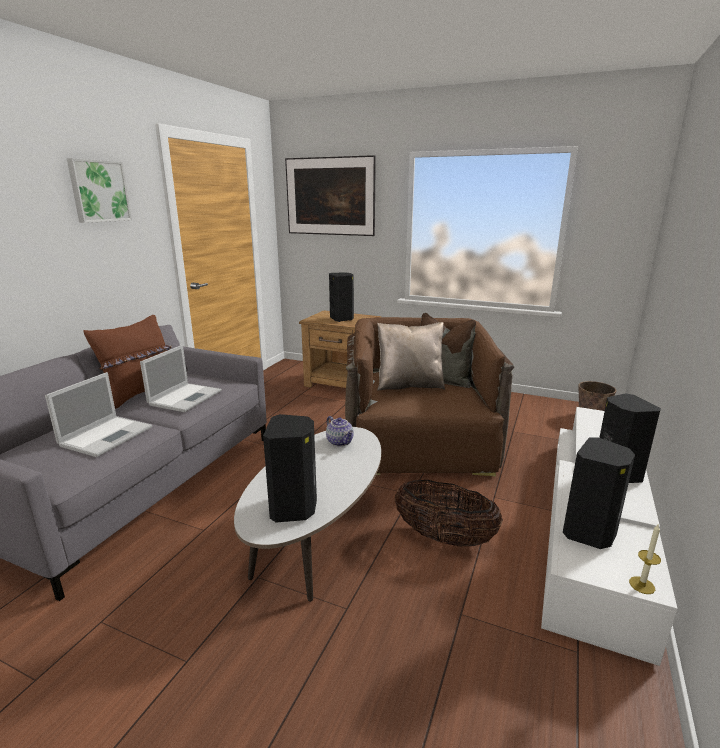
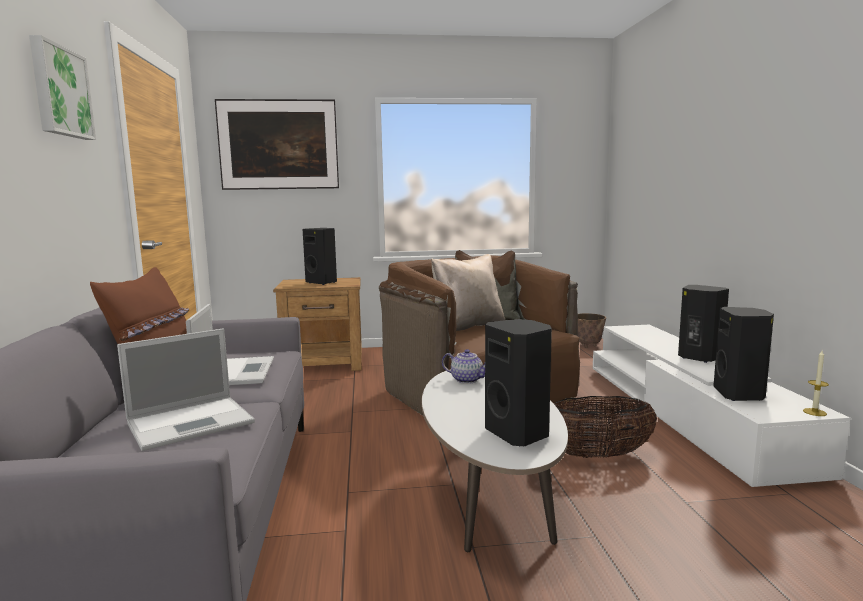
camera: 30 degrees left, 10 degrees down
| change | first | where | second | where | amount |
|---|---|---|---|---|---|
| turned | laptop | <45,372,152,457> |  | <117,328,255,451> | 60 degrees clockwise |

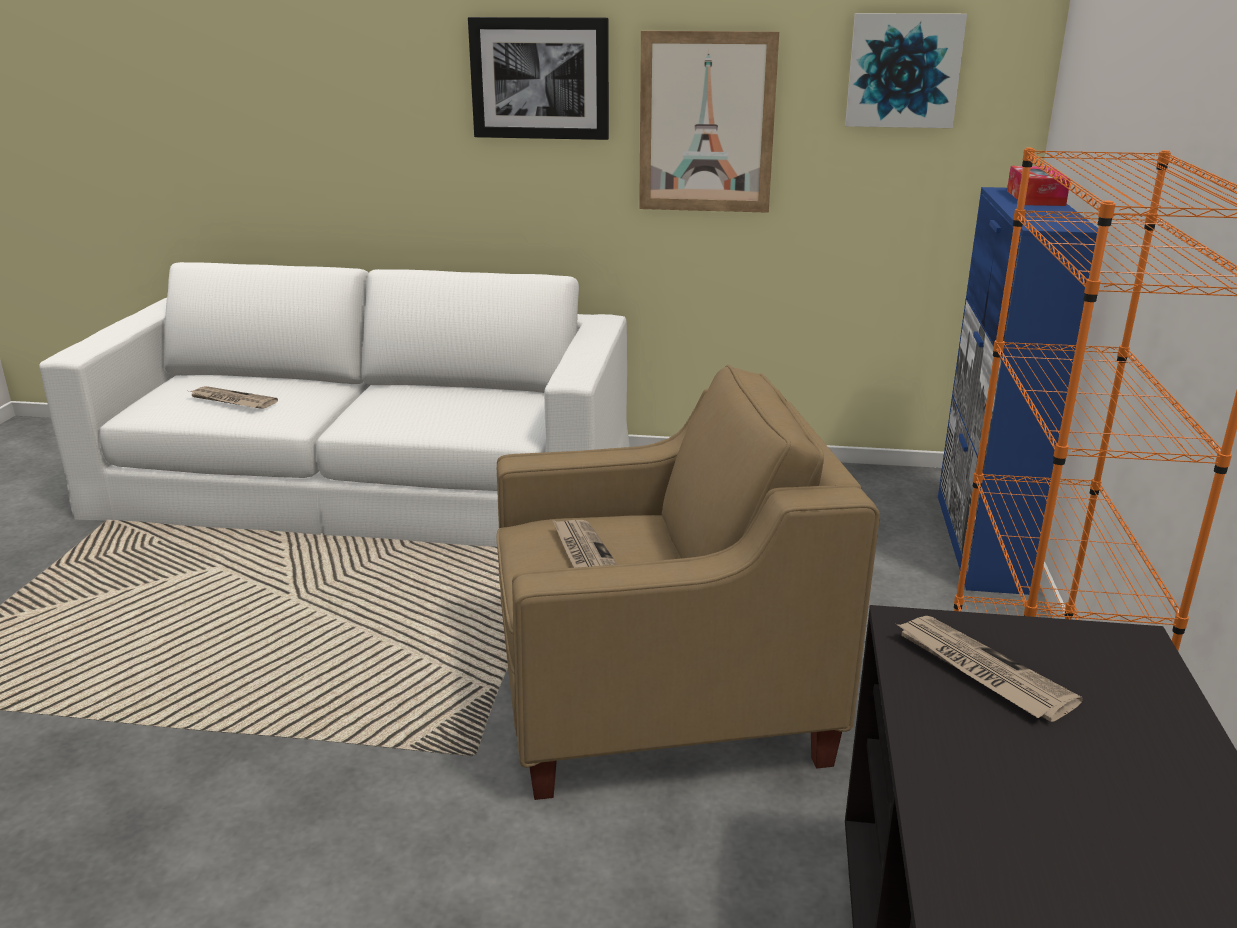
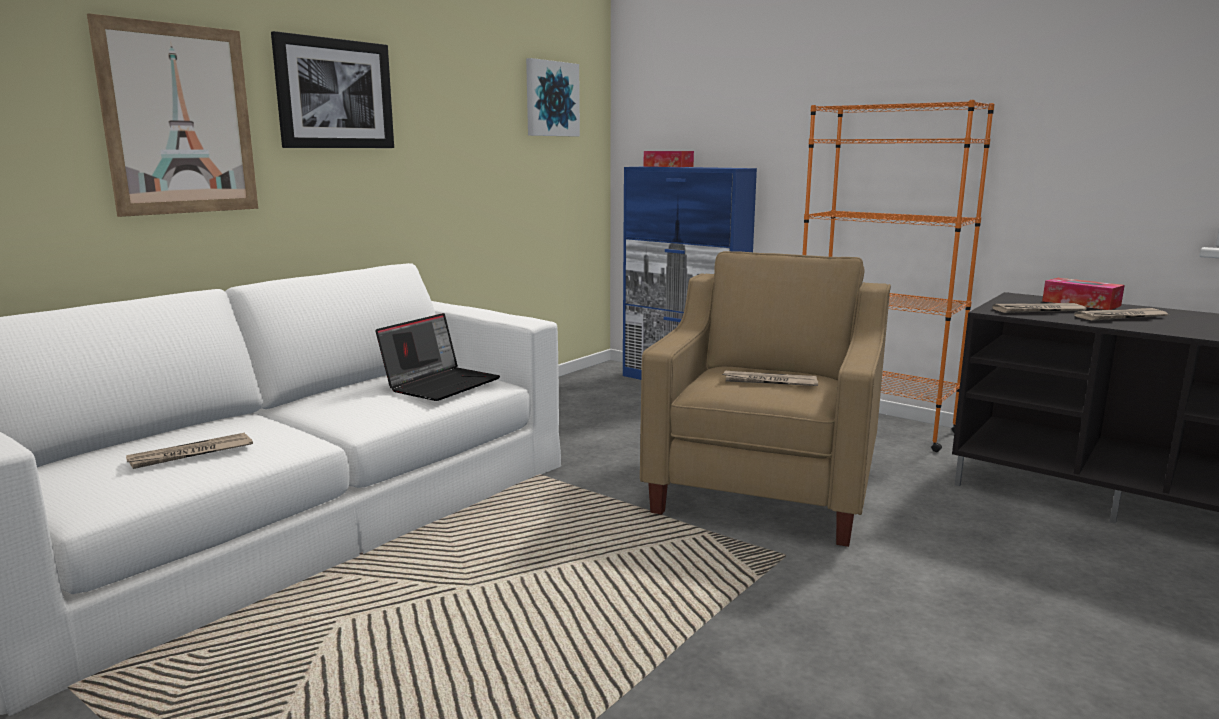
camera: 60 degrees left, 10 degrees down
| change | first | where | second | where | amount |
|---|---|---|---|---|---|
| moved | obraz | <639,31,779,213> |  | <87,13,258,217> |  |
| added |  |  | laptop | <375,313,500,401> |  |
| added |  |  | pudełko chusteczek | <1042,278,1125,310> |  |
| added |  |  | gazeta | <1074,308,1168,321> |  |

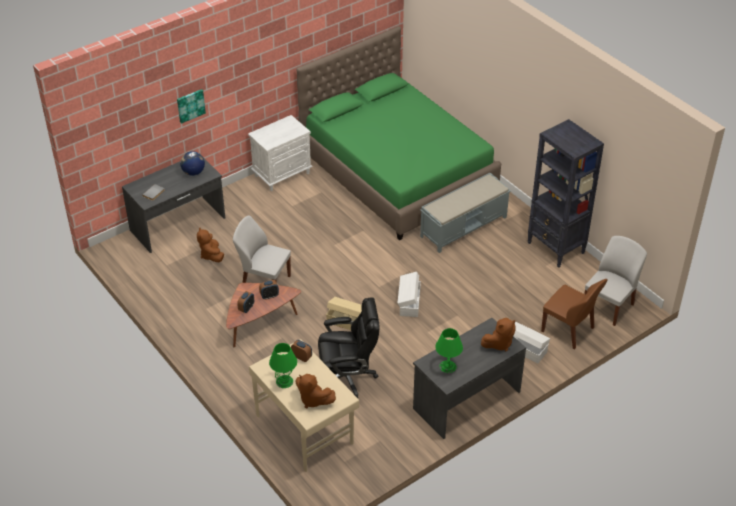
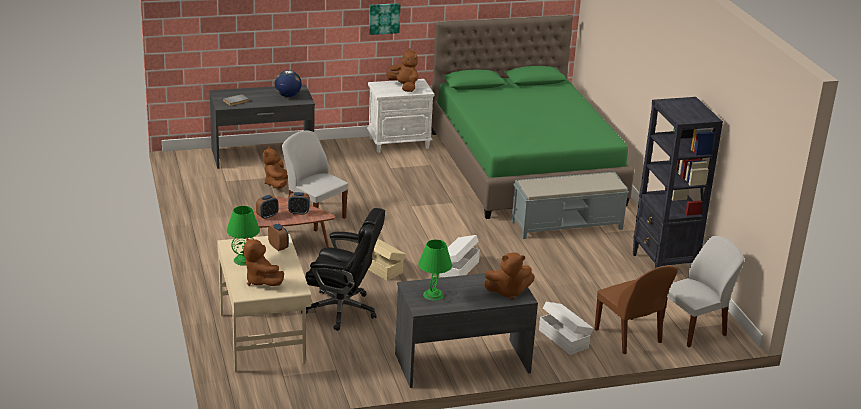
camera: 20 degrees right, 15 degrees down
| change | first | where | second | where | amount |
|---|---|---|---|---|---|
| moved | obraz | <177,89,206,124> |  | <369,3,400,35> |  |
| added |  |  | pluszak [brązowy] | <386,48,418,92> |  |

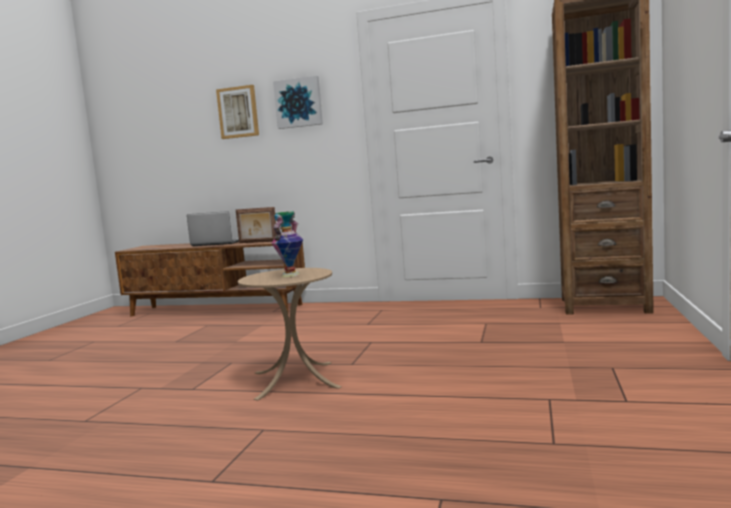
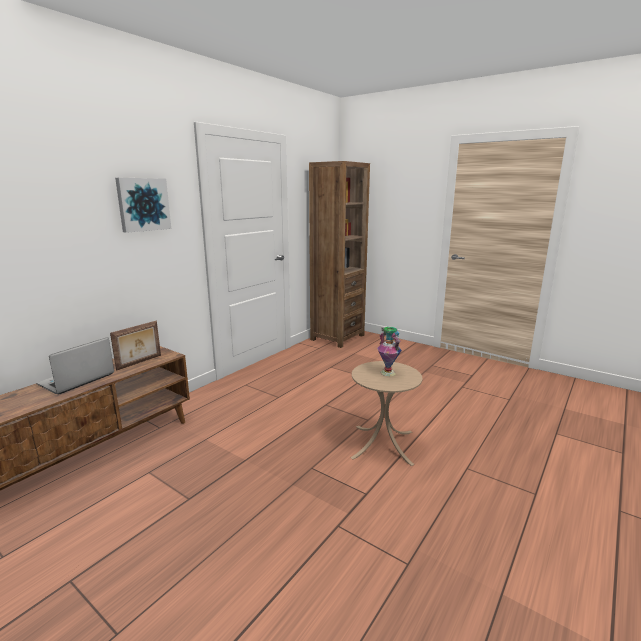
camera: 70 degrees left, 10 degrees up
| change | first | where | second | where | amount |
|---|---|---|---|---|---|
| removed | obraz | <216,85,259,139> |  |  |  |

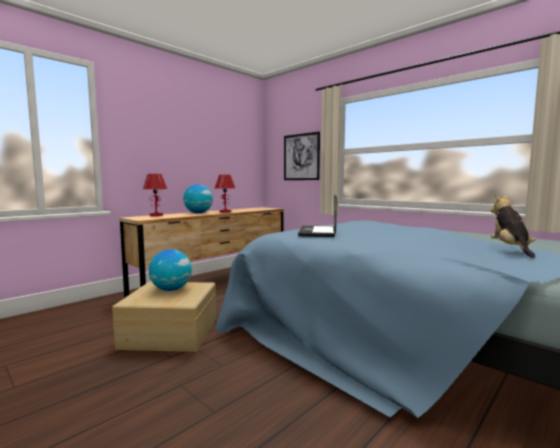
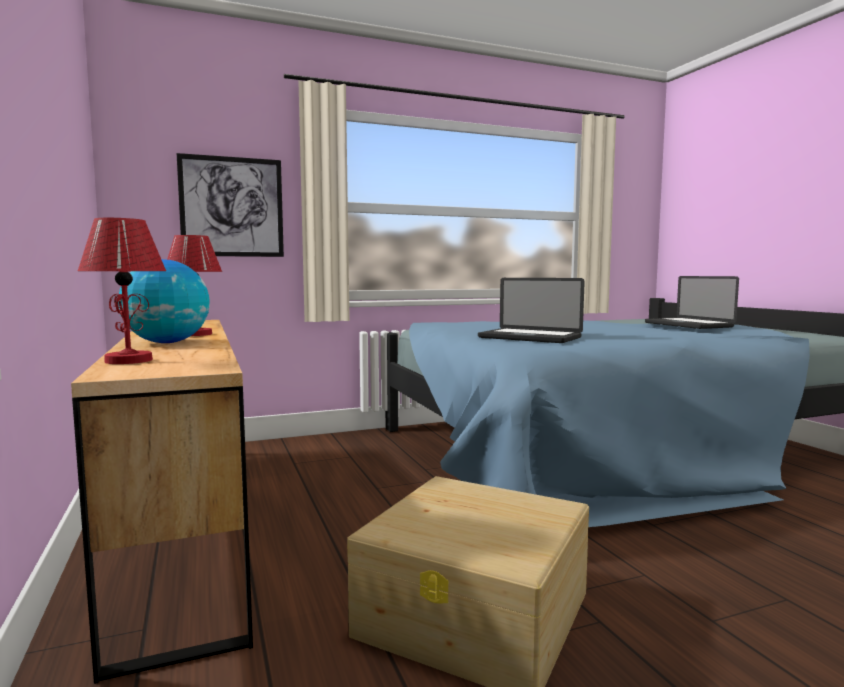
camera: 65 degrees left, 0 degrees up
| change | first | where | second | where | amount |
|---|---|---|---|---|---|
| replaced | pluszak | <490,194,536,258> | laptop | <645,276,739,329> |  |
| removed | globus | <149,249,192,291> |  |  |  |

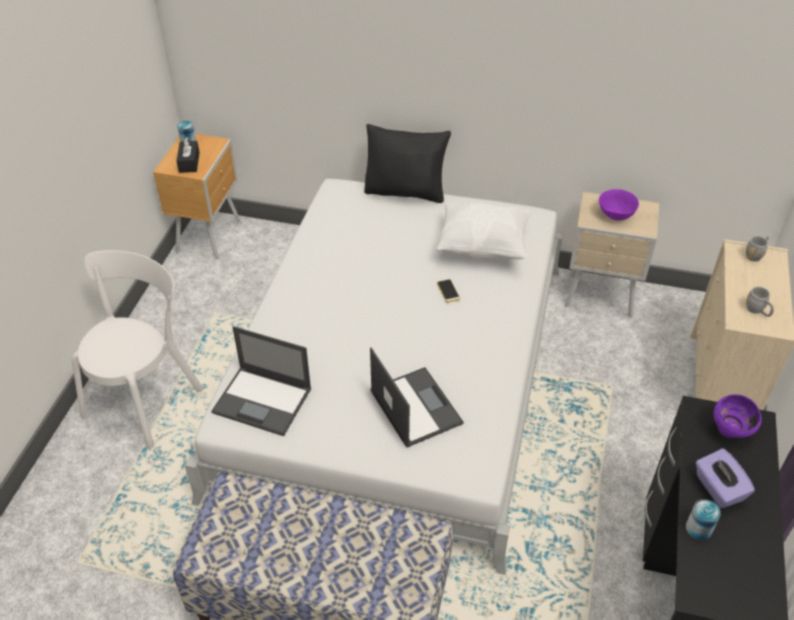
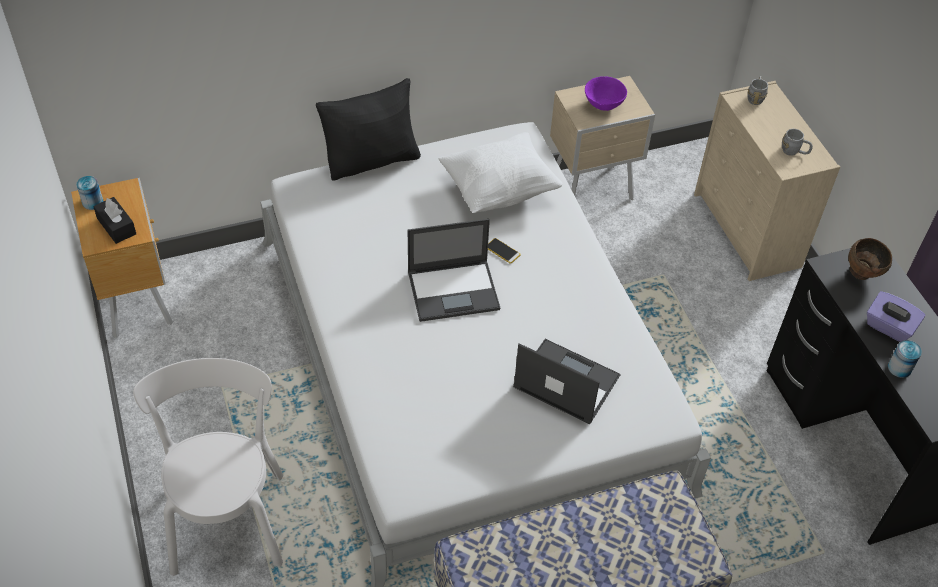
camera: 35 degrees left, 5 degrees up
| change | first | where | second | where | amount |
|---|---|---|---|---|---|
| moved | laptop | <211,326,312,436> |  | <408,219,500,322> |  |
| recoloured | miska [fioletowy] | <713,394,762,438> | miska [brązowy] | <848,238,892,280> |  |

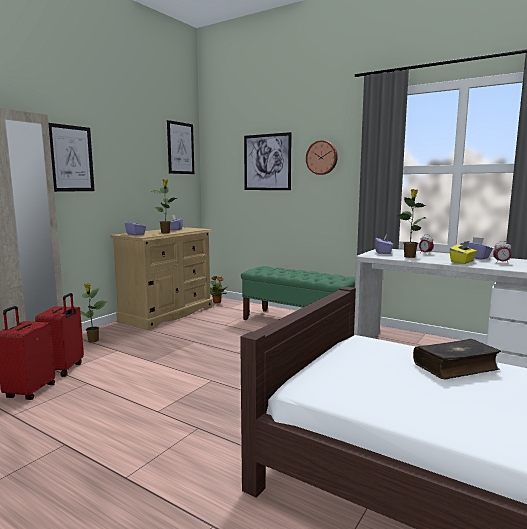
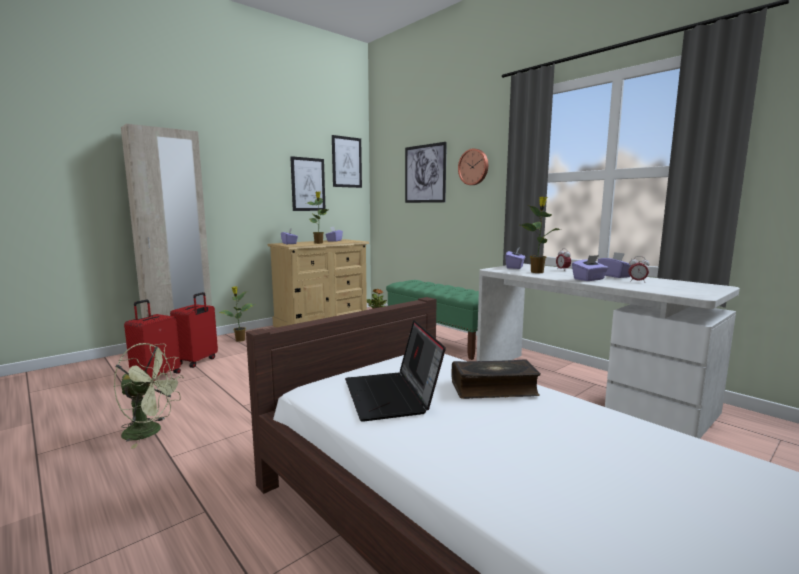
camera: 15 degrees right, 0 degrees up
| change | first | where | second | where | amount |
|---|---|---|---|---|---|
| added |  |  | wentylator [zielony] | <113,343,184,449> |  |
| moved | obraz | <48,123,95,192> |  | <290,156,325,211> |  |
| added |  |  | laptop | <345,320,446,421> |  |
| recoloured | pudełko chusteczek [żółty] | <450,241,477,264> | pudełko chusteczek [fioletowy] | <572,255,608,281> |  |

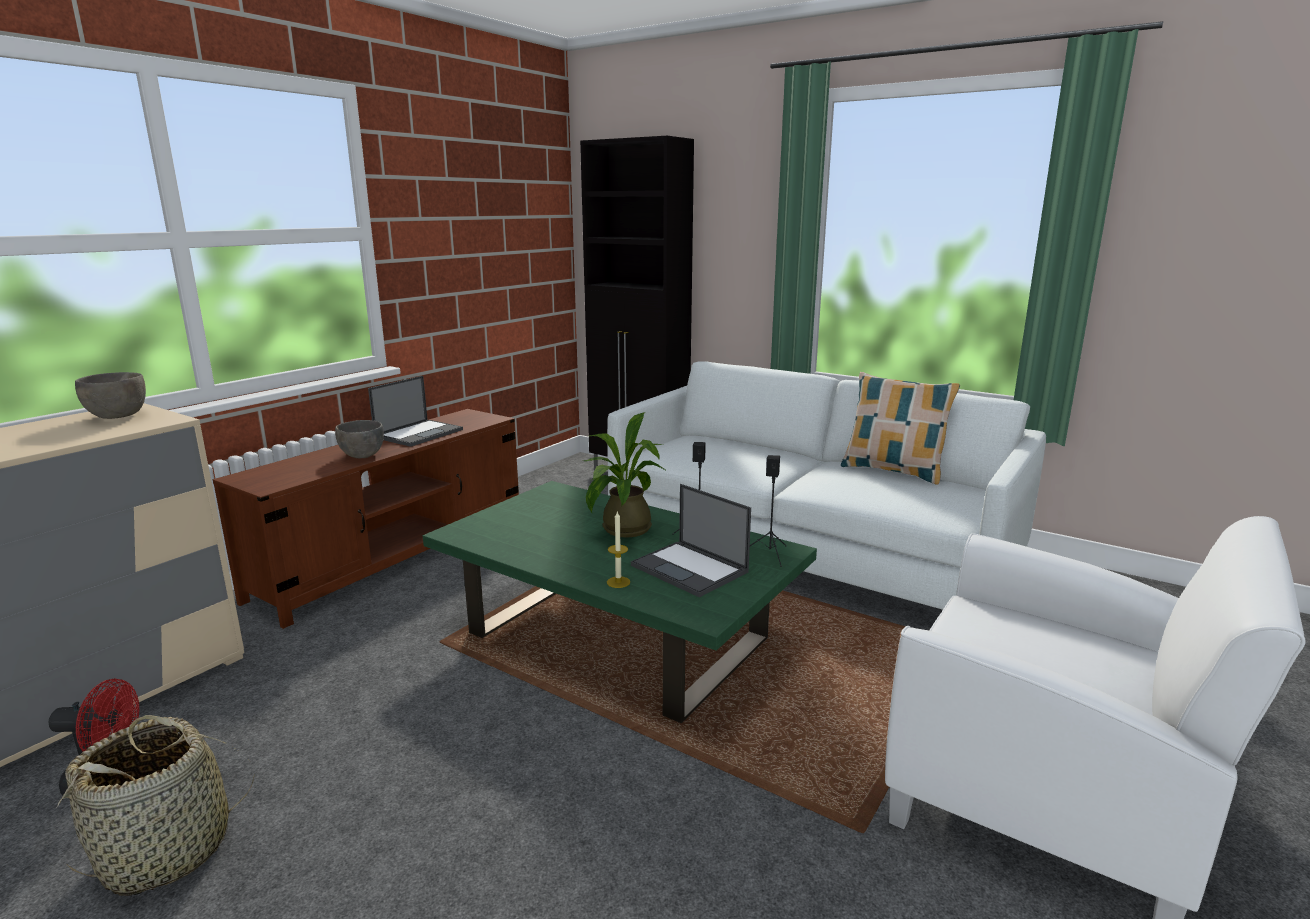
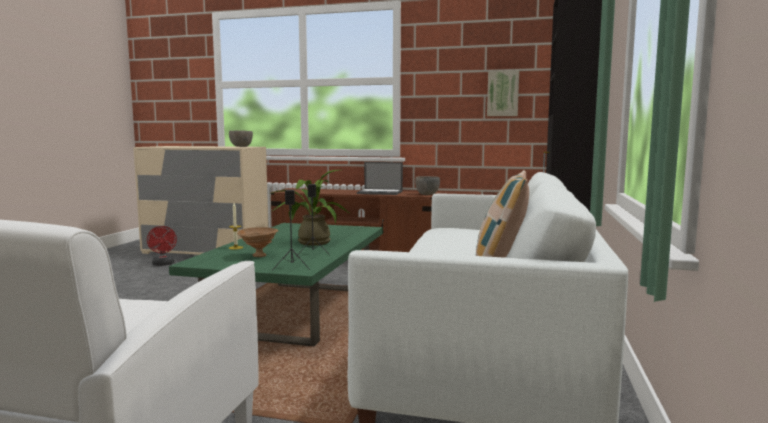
camera: 70 degrees right, 10 degrees down
| change | first | where | second | where | amount |
|---|---|---|---|---|---|
| replaced | laptop | <631,484,751,597> | miska [brązowy] | <237,227,279,257> |  |
| moved | miska [szary] | <335,420,384,458> |  | <415,176,440,195> |  |
| added |  |  | obraz | <487,70,519,116> |  |
| removed | koszyk | <57,715,255,896> |  |  |  |

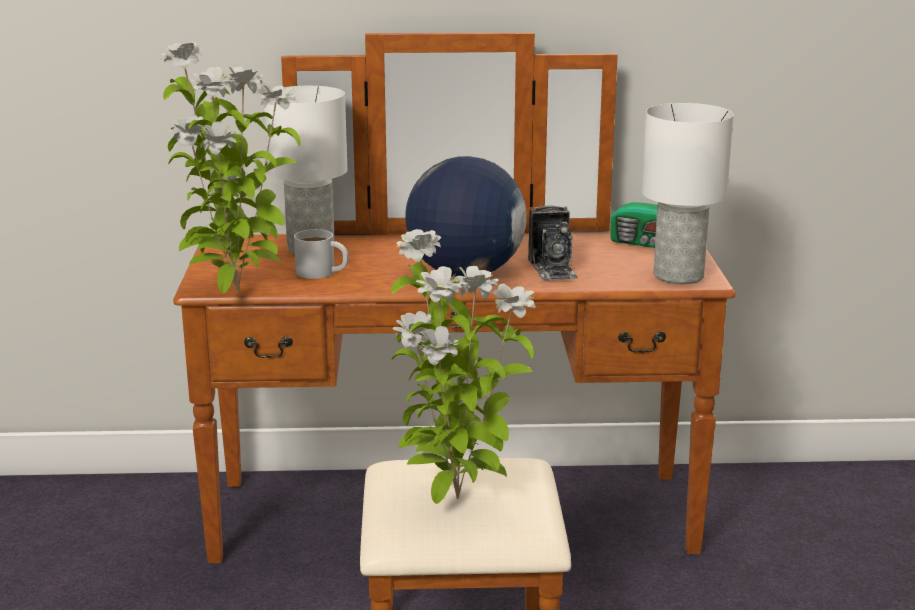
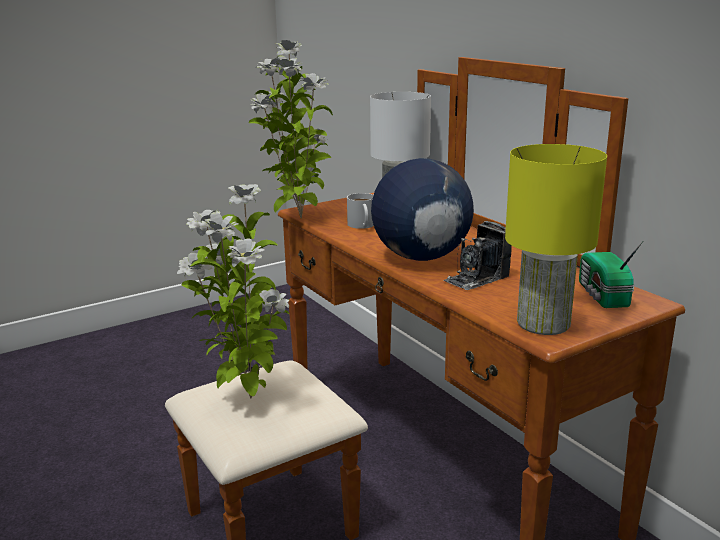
camera: 60 degrees right, 0 degrees up
| change | first | where | second | where | amount |
|---|---|---|---|---|---|
| recoloured | lampa stołowa [biały] | <642,103,734,284> | lampa stołowa [żółty] | <505,144,607,335> |  |

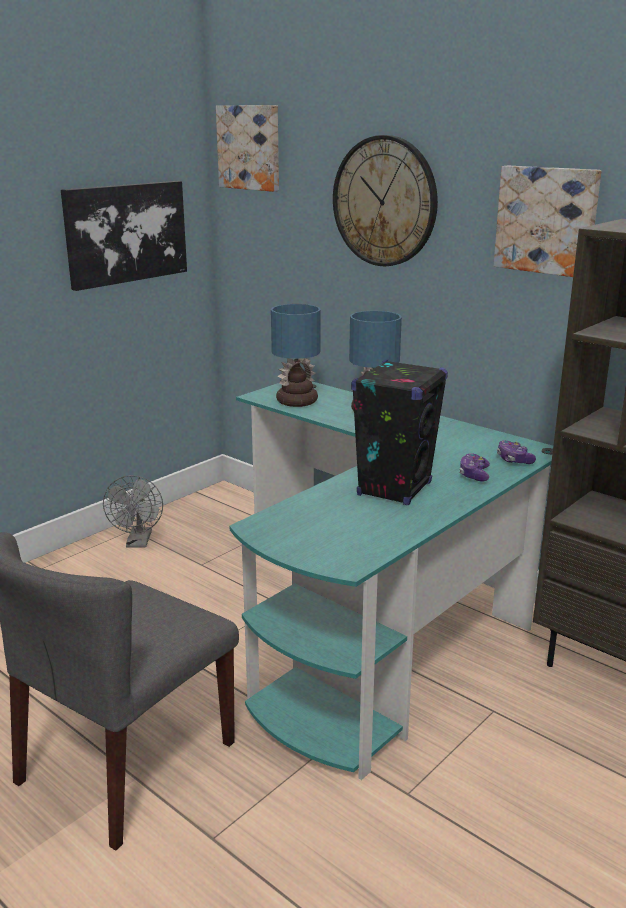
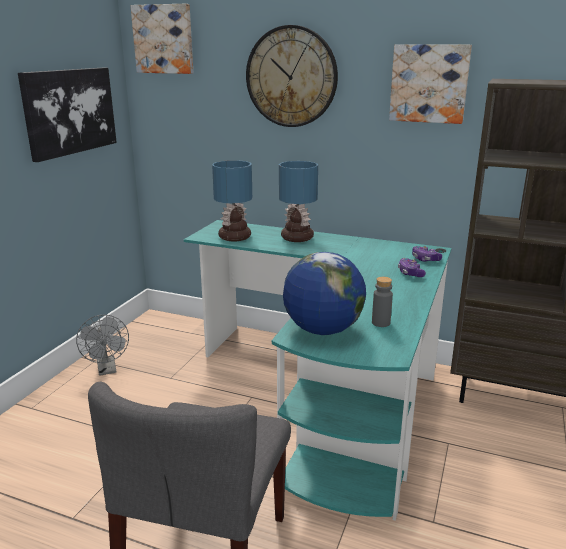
camera: 20 degrees left, 0 degrees up
| change | first | where | second | where | amount |
|---|---|---|---|---|---|
| added |  |  | globus | <283,252,366,335> |  |
| added |  |  | butelka [szary] | <372,277,393,327> |  |
| removed | głośnik [czarny] | <351,359,448,505> |  |  |  |

